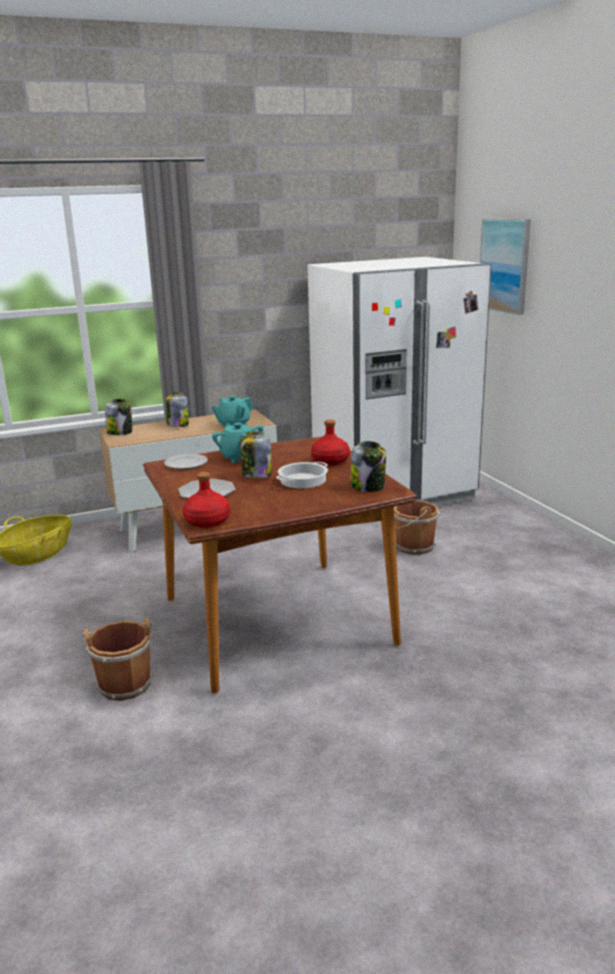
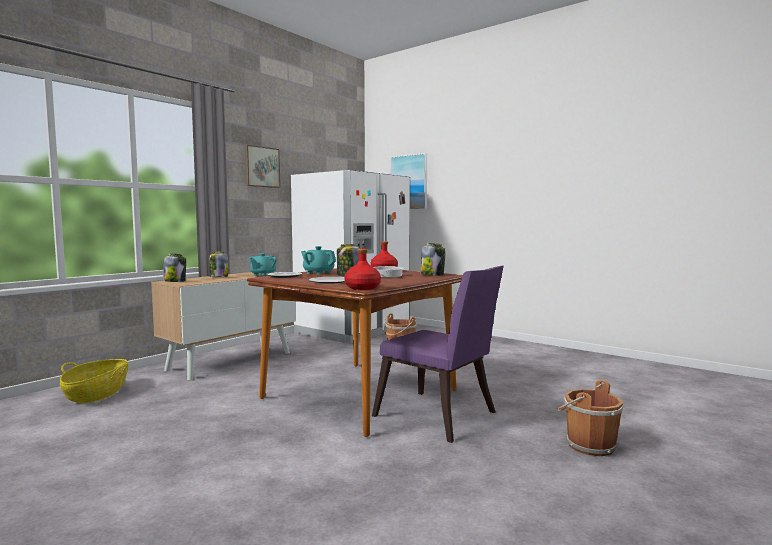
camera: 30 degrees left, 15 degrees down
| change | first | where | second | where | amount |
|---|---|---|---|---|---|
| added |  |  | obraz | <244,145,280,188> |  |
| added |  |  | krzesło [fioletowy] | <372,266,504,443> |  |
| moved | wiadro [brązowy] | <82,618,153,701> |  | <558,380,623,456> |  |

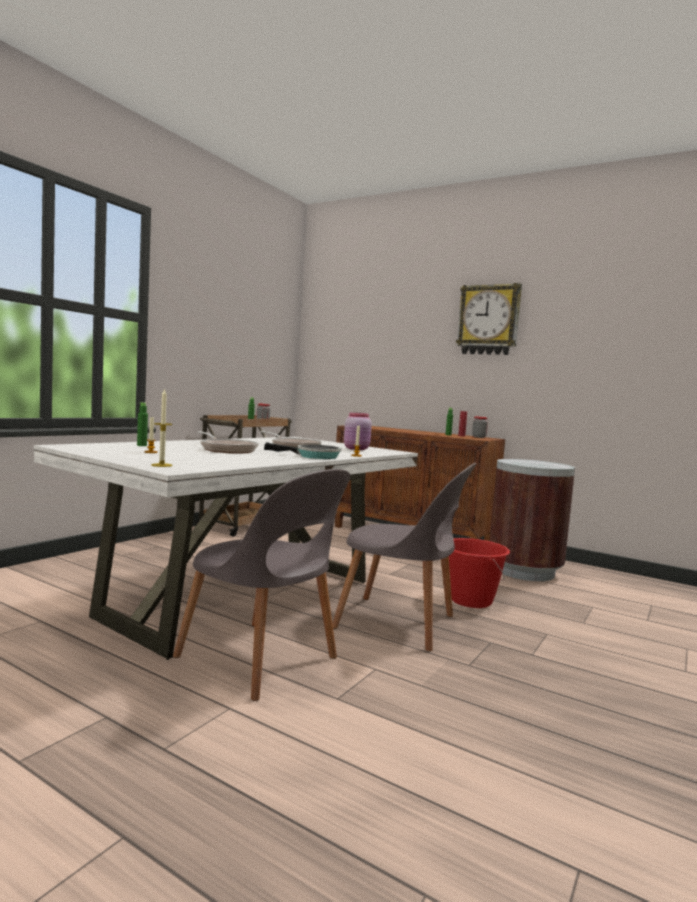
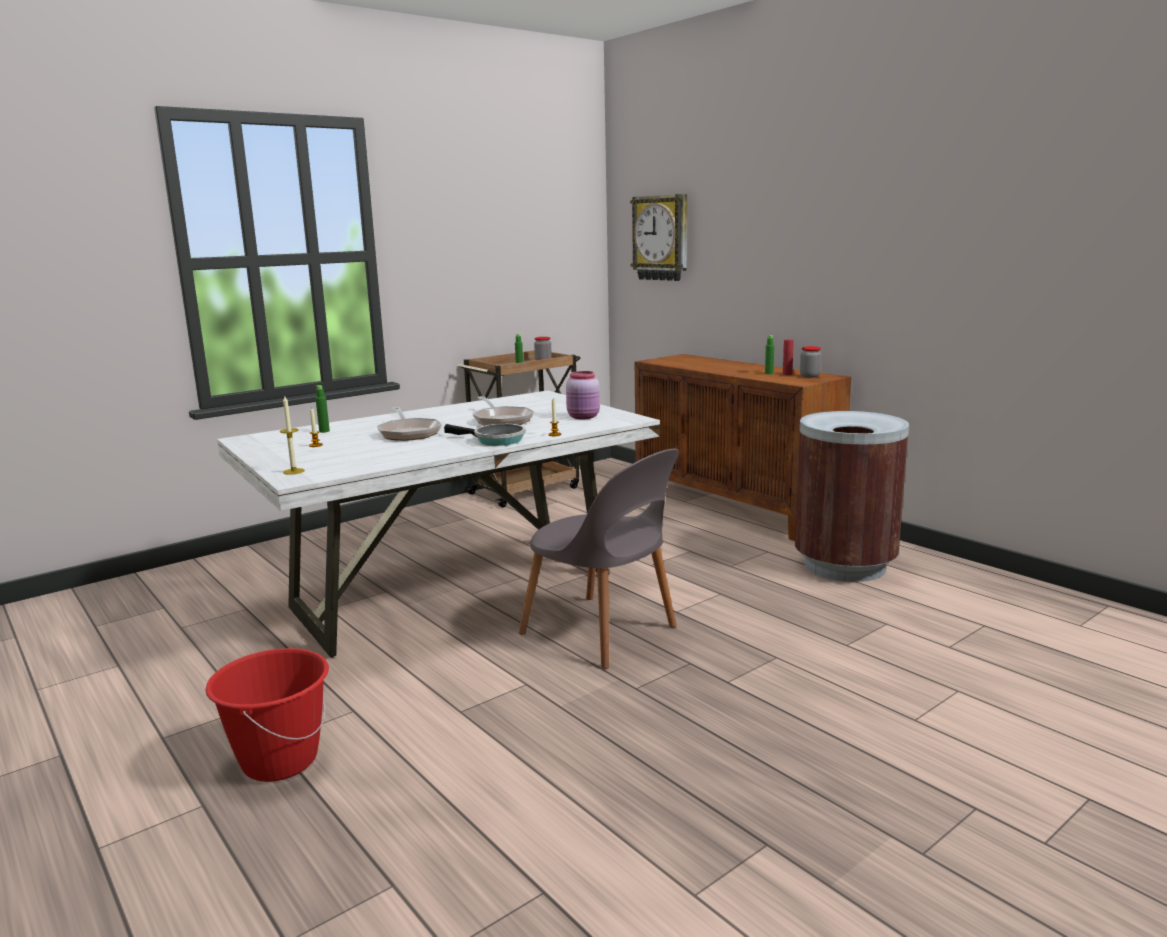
camera: 20 degrees right, 10 degrees up
| change | first | where | second | where | amount |
|---|---|---|---|---|---|
| moved | wiadro [czerwony] | <449,538,510,608> |  | <206,648,329,782> |  |
| moved | zegar ścienny | <456,283,522,355> |  | <630,194,687,281> |  |
| removed | krzesło [szary] | <173,469,350,701> |  |  |  |

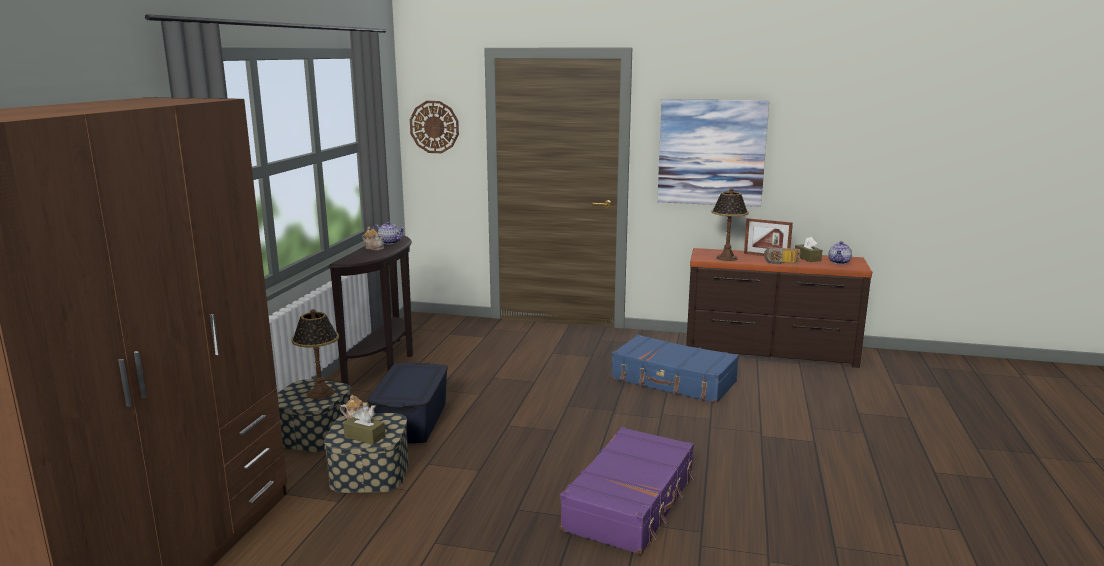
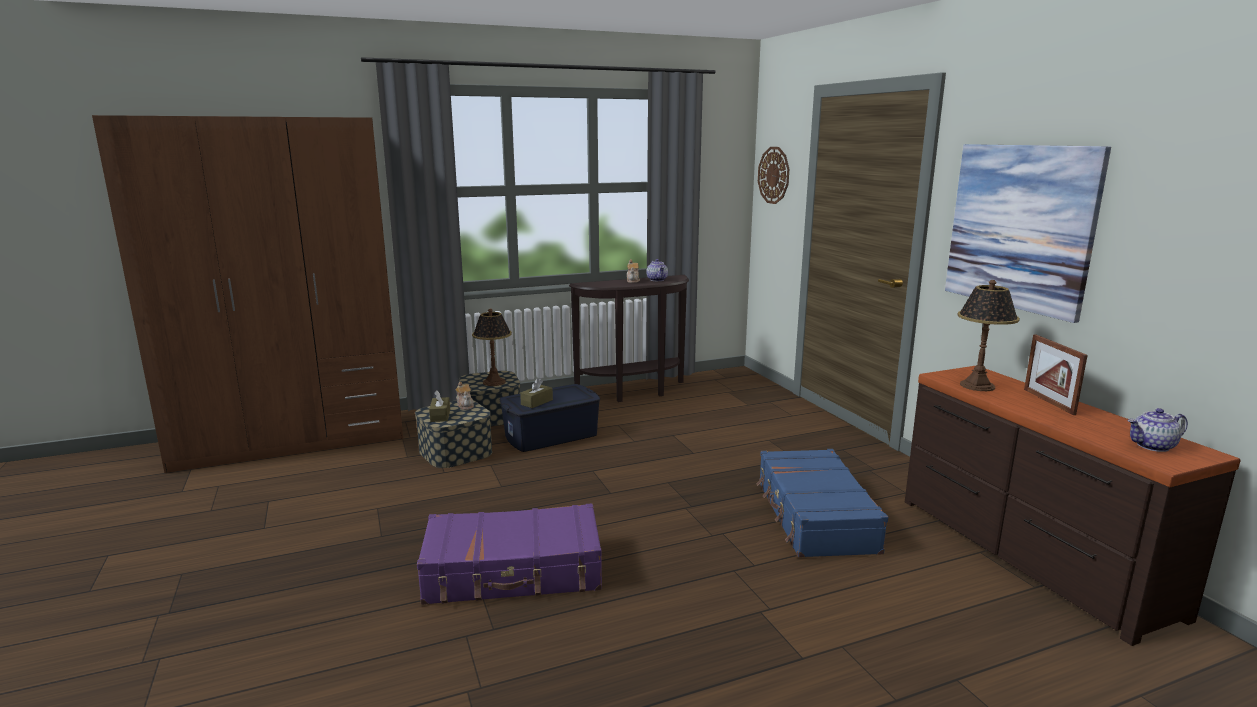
camera: 55 degrees right, 0 degrees up
| change | first | where | second | where | amount |
|---|---|---|---|---|---|
| moved | pudełko chusteczek [brązowy] | <795,237,822,262> |  | <520,378,553,408> |  |
| removed | radio | <764,247,800,264> |  |  |  |

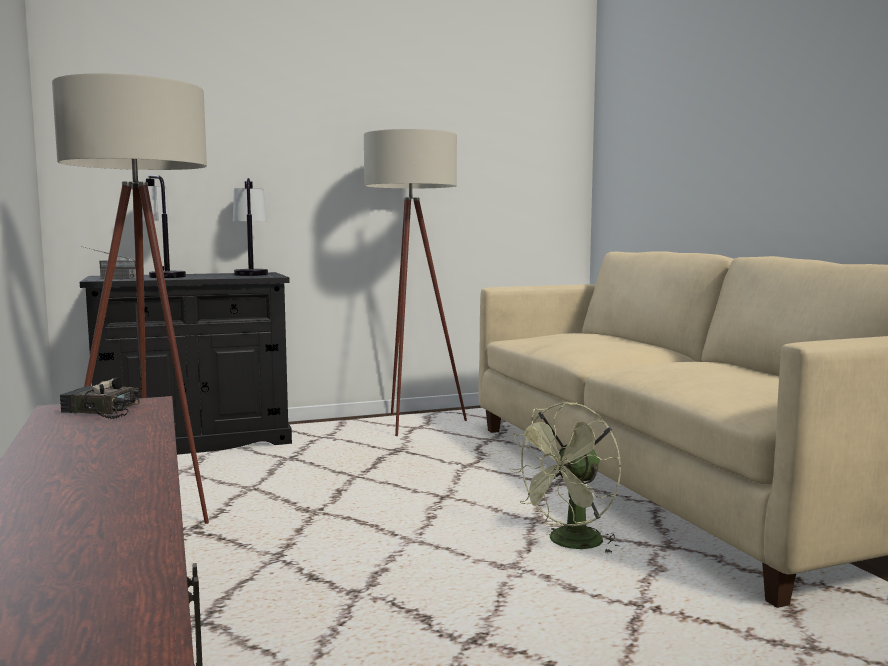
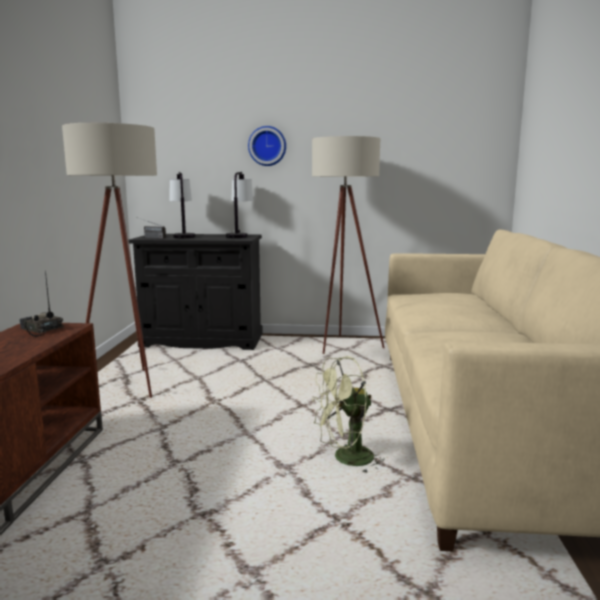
camera: 25 degrees right, 5 degrees up
| change | first | where | second | where | amount |
|---|---|---|---|---|---|
| added |  |  | zegar ścienny | <248,126,286,166> |  |

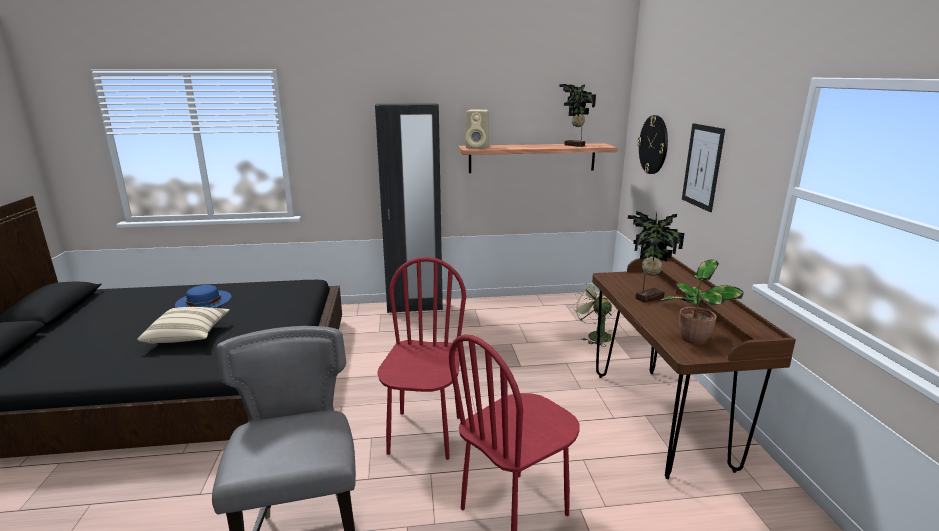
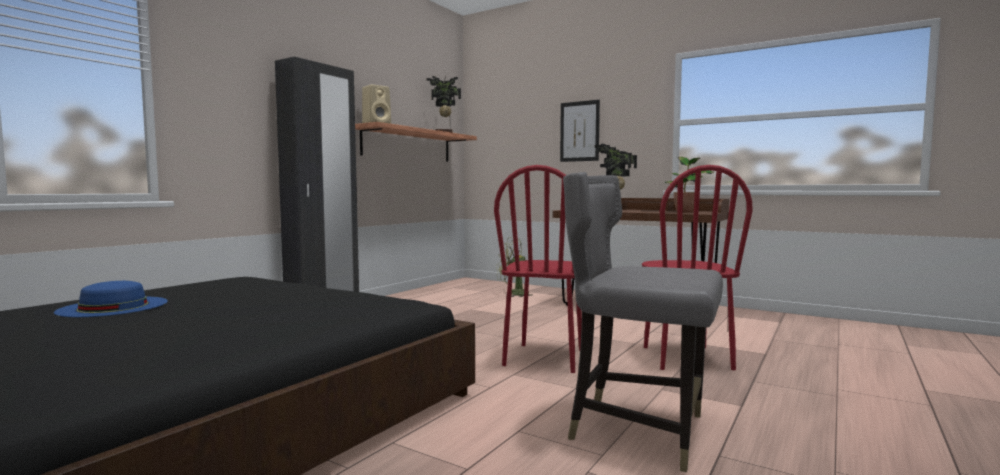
camera: 50 degrees left, 15 degrees down
| change | first | where | second | where | amount |
|---|---|---|---|---|---|
| turned | krzesło [czerwony] | <377,257,466,460> |  | <494,165,582,373> | 120 degrees counterclockwise |
| removed | poduszka [beżowy] | <137,307,230,344> |  |  |  |
| removed | zegar ścienny | <637,115,668,174> |  |  |  |

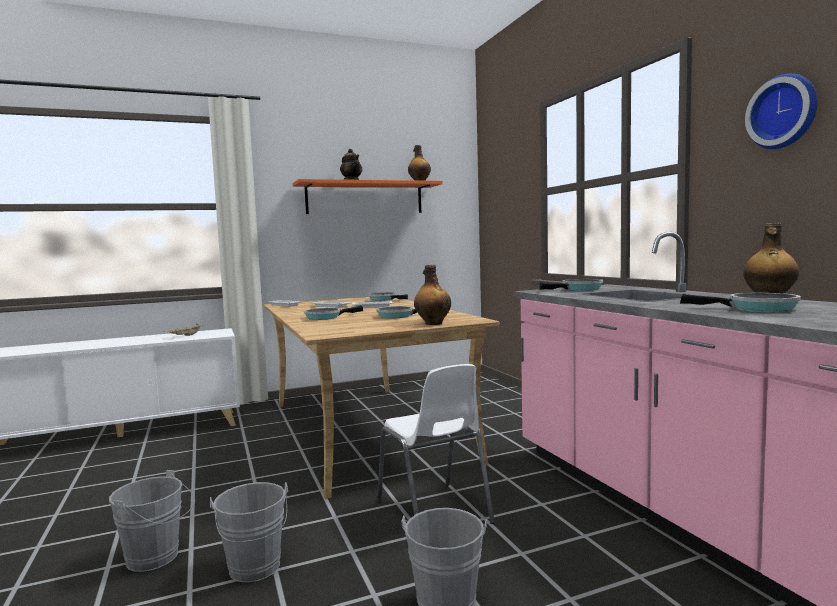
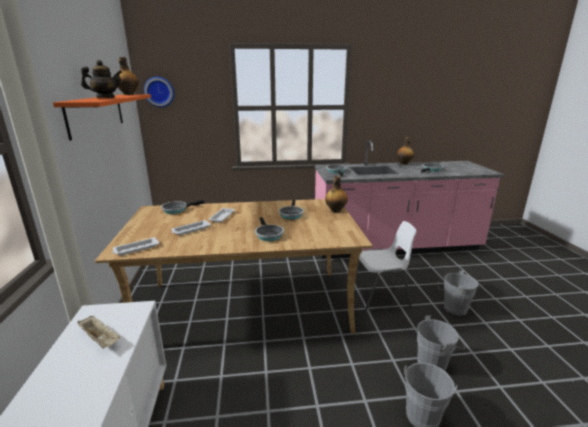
camera: 75 degrees left, 15 degrees up
| change | first | where | second | where | amount |
|---|---|---|---|---|---|
| moved | zegar ścienny | <745,73,818,149> |  | <144,77,174,107> |  |

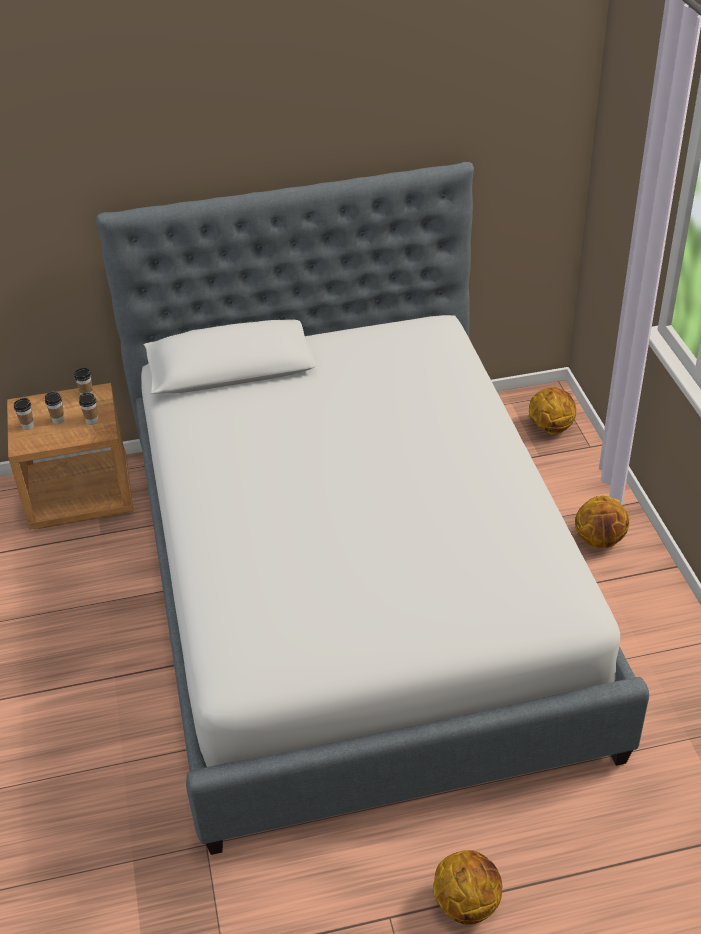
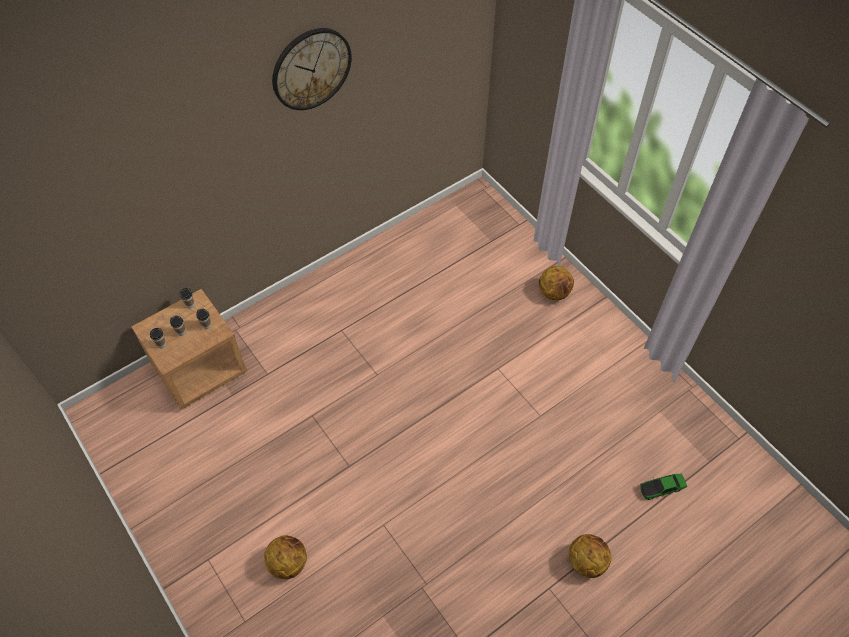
camera: 25 degrees left, 15 degrees up
| change | first | where | second | where | amount |
|---|---|---|---|---|---|
| moved | piłka do koszykówki | <529,387,576,435> |  | <264,535,307,579> |  |
| added |  |  | zegar ścienny | <272,28,352,110> |  |
| added |  |  | samochodzik | <640,474,687,500> |  |
| removed | łóżko | <96,162,649,855> |  |  |  |

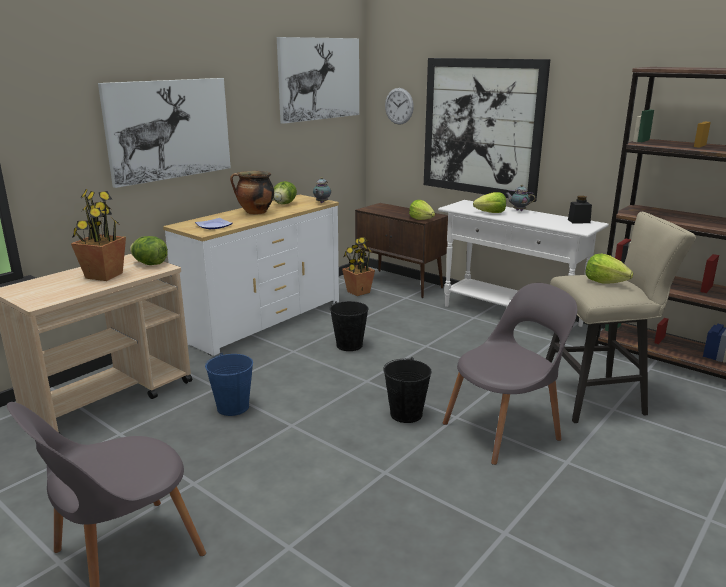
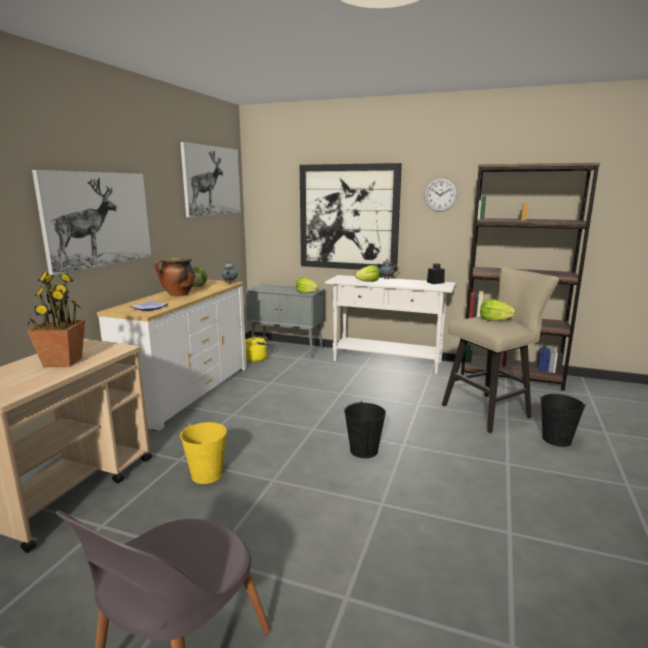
camera: 20 degrees left, 5 degrees down
| change | first | where | second | where | amount |
|---|---|---|---|---|---|
| recoloured | wiadro [niebieski] | <205,353,253,416> | wiadro [żółty] | <180,422,227,484> |  |
| replaced | roślina doniczkowa | <342,236,375,296> | czajnik [żółty] | <245,335,269,362> |  |
| recoloured | szafka [brązowy] | <355,203,448,298> | szafka [szary] | <246,284,325,357> |  |
| moved | zegar ścienny | <385,88,414,125> |  | <424,178,457,212> |  |
| moved | wiadro [czarny] | <330,301,368,351> |  | <541,394,586,447> |  |
| removed | sałata | <130,236,168,265> |  |  |  |
| removed | krzesło [szary] | <443,283,577,465> |  |  |  |

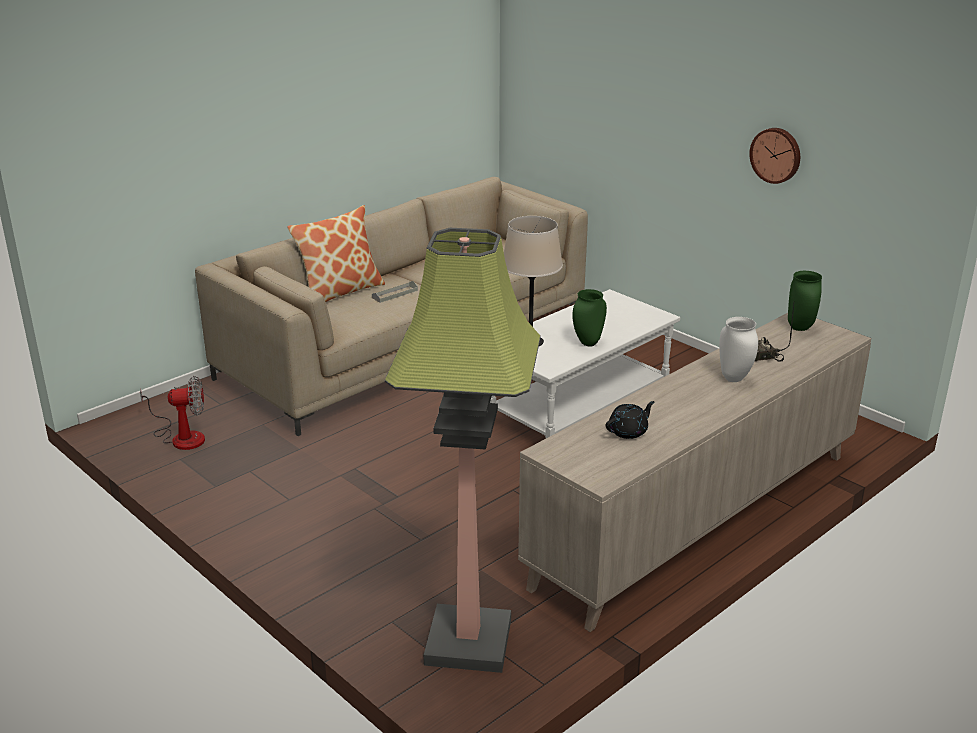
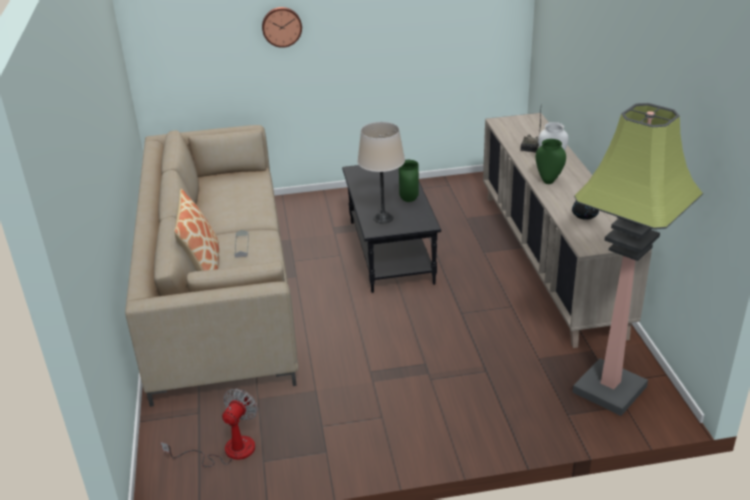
camera: 55 degrees left, 5 degrees up
| change | first | where | second | where | amount |
|---|---|---|---|---|---|
| moved | zegar ścienny | <749,128,800,184> |  | <262,7,302,48> |  |
| recoloured | ława [biały] | <490,289,680,438> | ława [czarny] | <342,159,441,293> |  |
| moved | wazon [zielony] | <788,271,822,331> |  | <536,139,566,184> |  |

